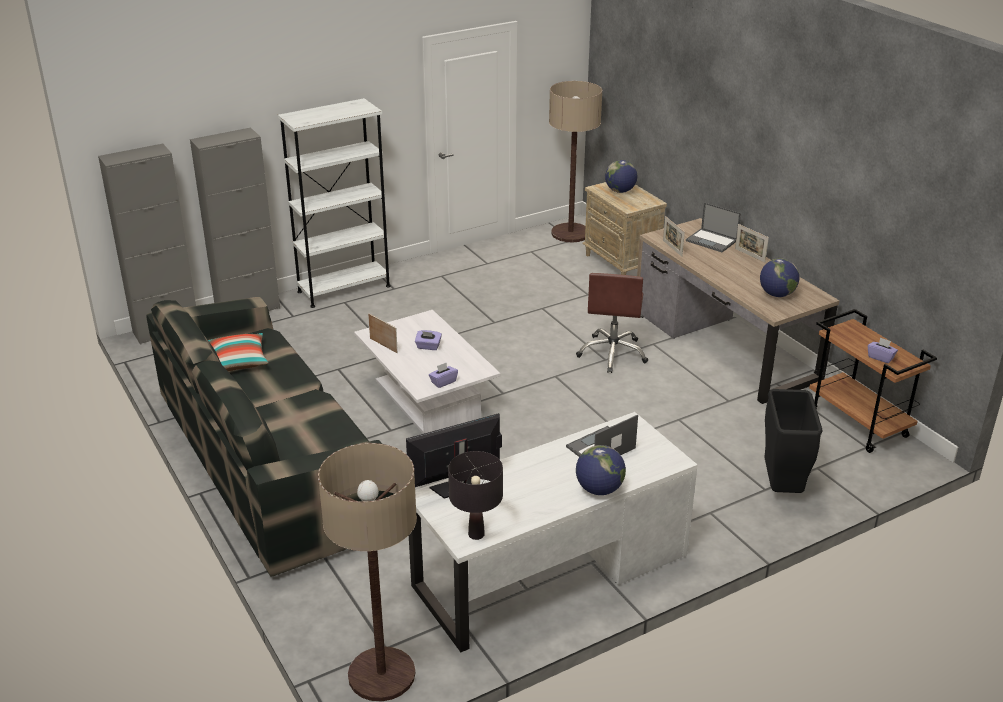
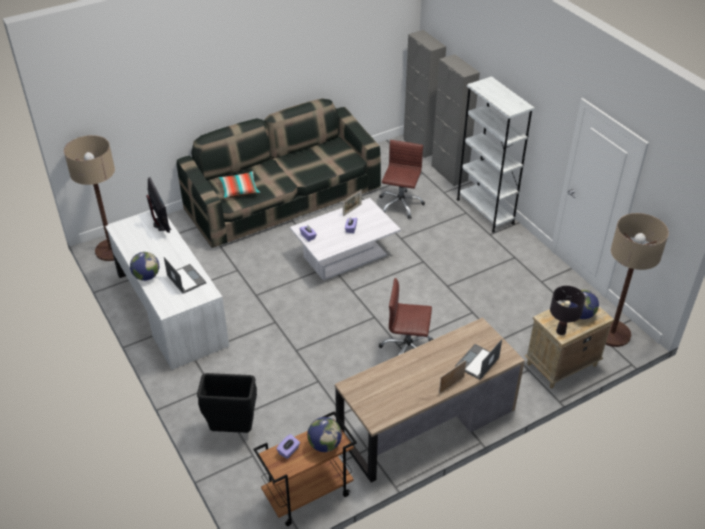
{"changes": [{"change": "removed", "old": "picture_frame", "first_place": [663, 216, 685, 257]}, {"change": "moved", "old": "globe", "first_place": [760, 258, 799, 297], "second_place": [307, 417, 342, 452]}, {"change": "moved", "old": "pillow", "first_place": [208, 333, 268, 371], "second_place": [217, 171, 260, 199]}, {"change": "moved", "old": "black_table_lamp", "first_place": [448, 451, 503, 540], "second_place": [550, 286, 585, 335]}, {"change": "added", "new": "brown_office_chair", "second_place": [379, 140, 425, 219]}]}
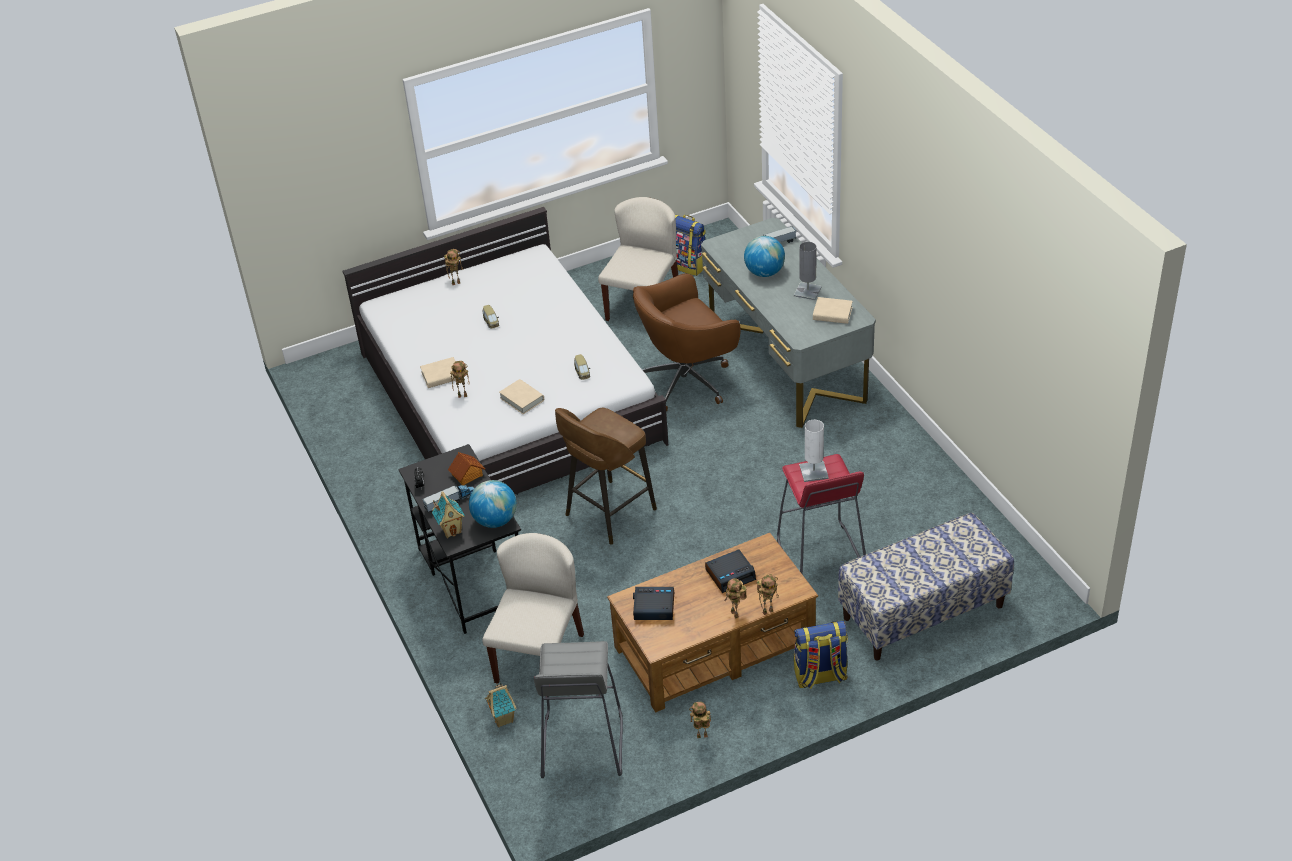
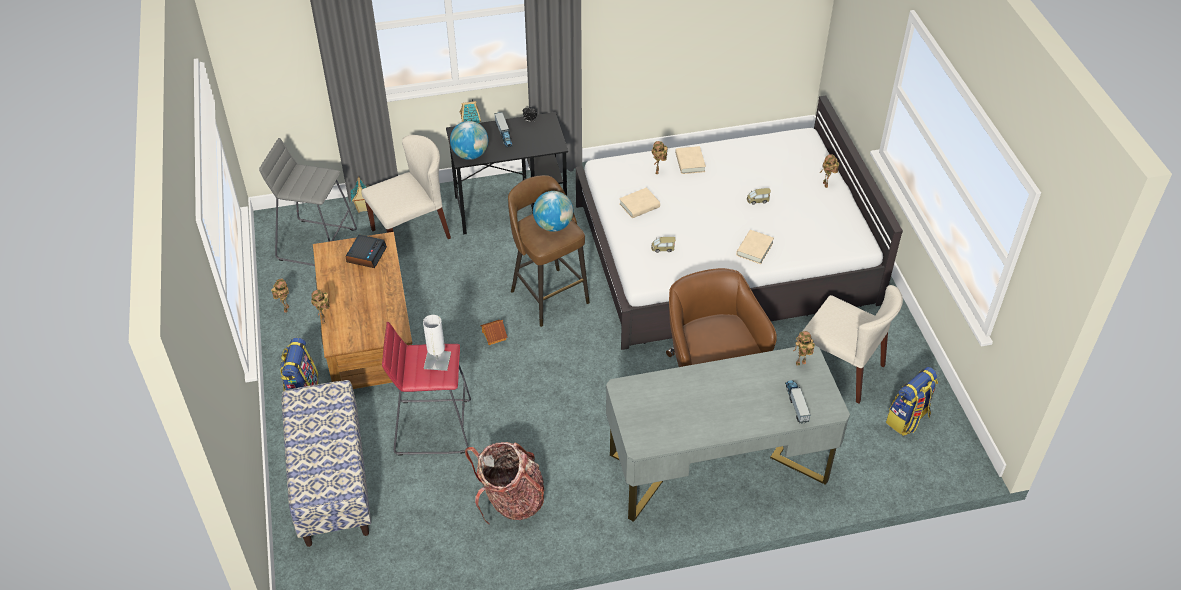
{"changes": [{"change": "moved", "old": "globe", "first_place": [744, 236, 785, 277], "second_place": [533, 191, 573, 232]}, {"change": "removed", "old": "grey_table_lamp", "first_place": [794, 242, 822, 300]}, {"change": "moved", "old": "beige_book", "first_place": [813, 297, 853, 324], "second_place": [736, 230, 774, 264]}, {"change": "moved", "old": "toy_house", "first_place": [448, 452, 485, 485], "second_place": [480, 320, 508, 345]}, {"change": "turned", "old": "beige_chair", "first_place": [482, 533, 584, 683], "second_place": [361, 135, 451, 239], "degrees": -60}, {"change": "removed", "old": "alarm_clock", "first_place": [705, 550, 756, 593]}, {"change": "moved", "old": "toy_robot", "first_place": [724, 578, 747, 618], "second_place": [793, 331, 815, 366]}, {"change": "added", "new": "backpack", "second_place": [465, 442, 545, 524]}]}
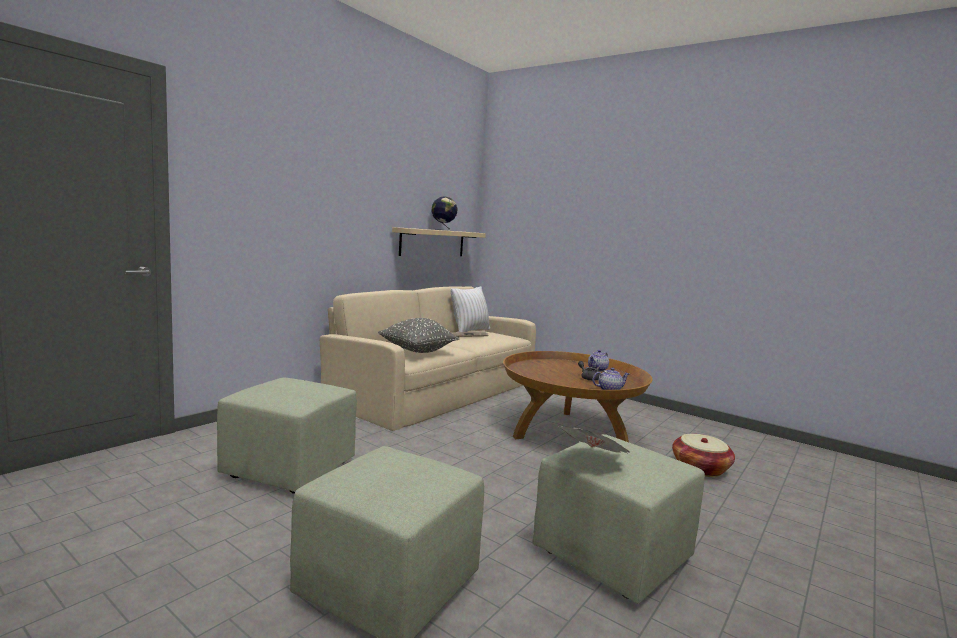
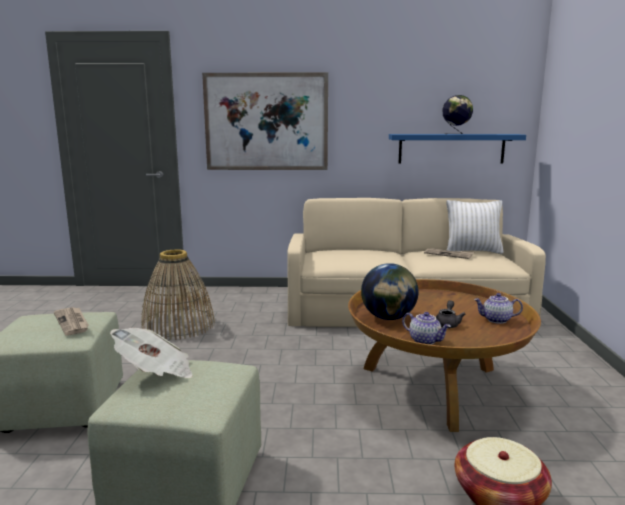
{"changes": [{"change": "recoloured", "old": "beige_shelf", "new": "blue_shelf", "first_place": [392, 227, 486, 256], "second_place": [389, 134, 526, 164]}, {"change": "removed", "old": "grey_pillow", "first_place": [378, 318, 459, 353]}, {"change": "replaced", "old": "green_ottoman", "new": "basket", "first_place": [217, 377, 357, 494], "second_place": [141, 250, 215, 340]}, {"change": "added", "new": "picture", "second_place": [202, 72, 328, 170]}, {"change": "added", "new": "globe", "second_place": [361, 263, 418, 320]}, {"change": "added", "new": "newspaper", "second_place": [54, 307, 89, 336]}]}
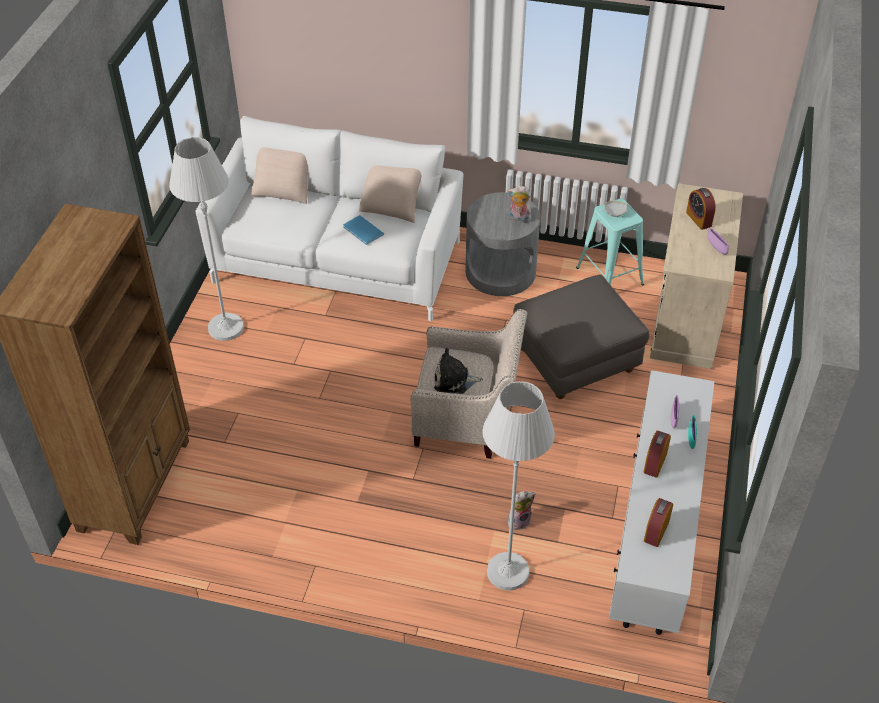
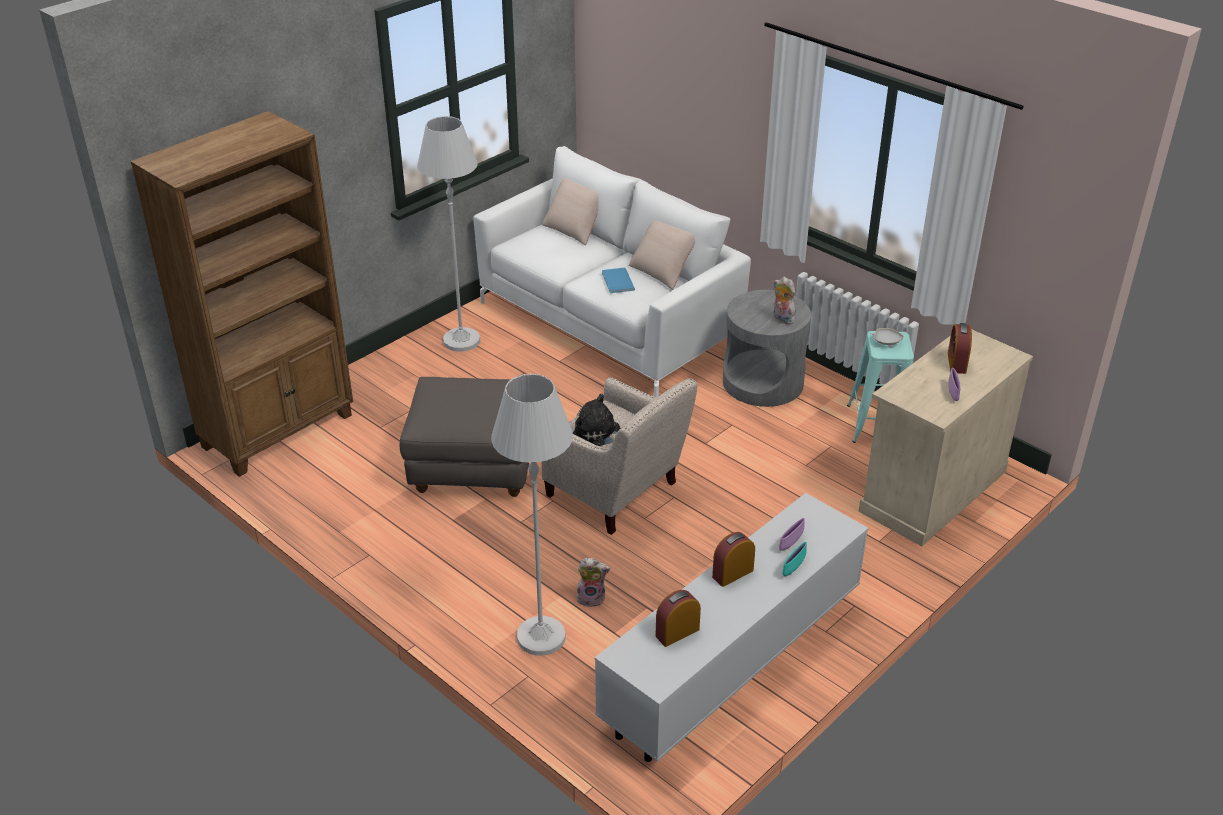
{"changes": [{"change": "moved", "old": "grey_ottoman", "first_place": [513, 274, 649, 399], "second_place": [399, 377, 529, 497]}]}
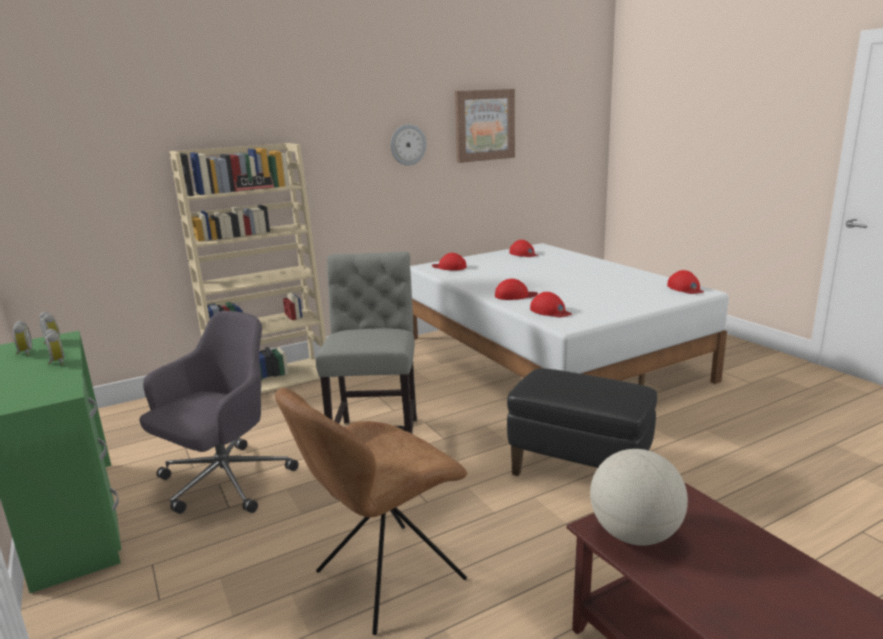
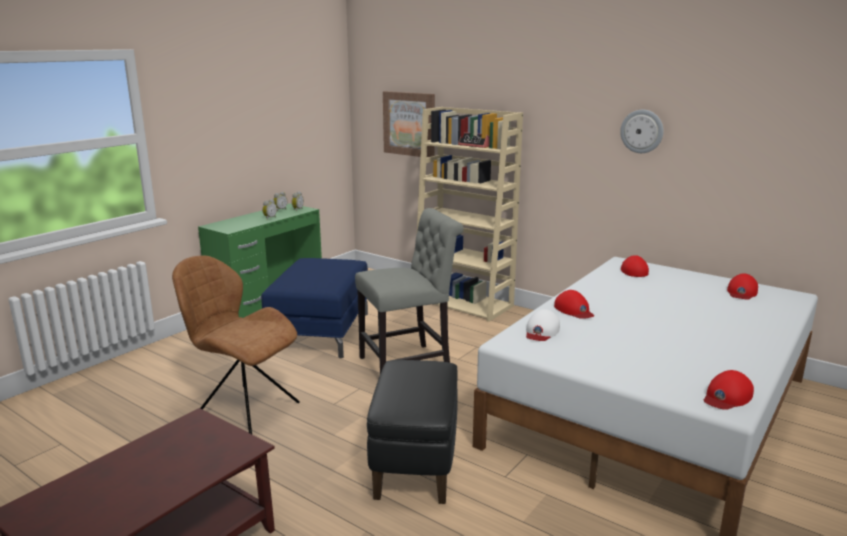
{"changes": [{"change": "moved", "old": "picture", "first_place": [455, 89, 515, 163], "second_place": [383, 91, 435, 157]}, {"change": "recoloured", "old": "red_cap", "new": "white_cap", "first_place": [530, 292, 572, 317], "second_place": [526, 309, 560, 341]}, {"change": "replaced", "old": "grey_office_chair", "new": "blue_ottoman", "first_place": [140, 311, 299, 514], "second_place": [261, 258, 368, 358]}, {"change": "removed", "old": "globe", "first_place": [590, 449, 688, 546]}]}
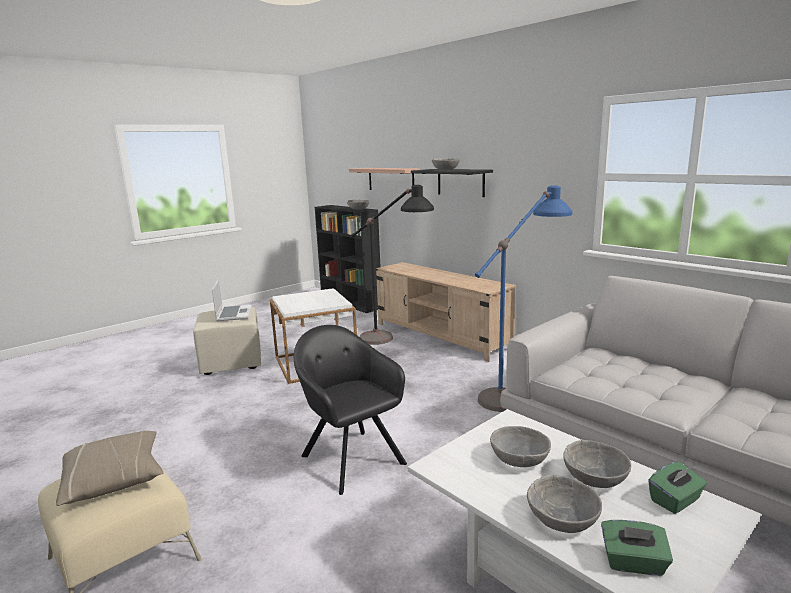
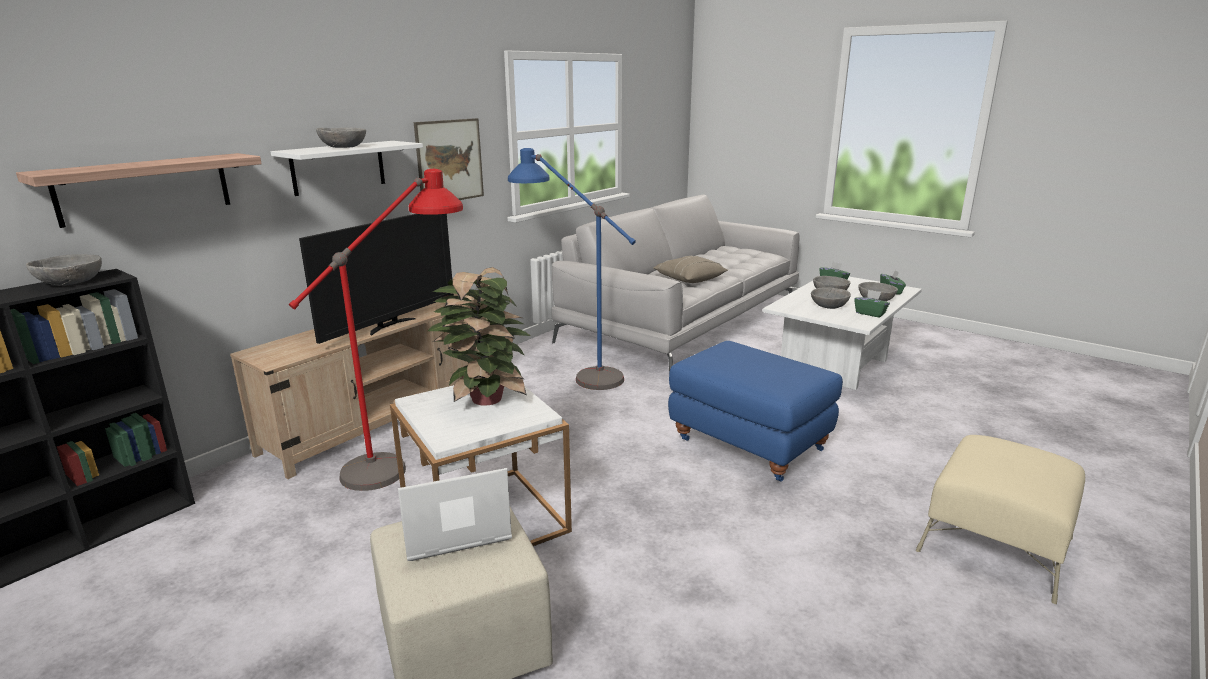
{"changes": [{"change": "recoloured", "old": "black_shelf", "new": "white_shelf", "first_place": [411, 169, 493, 197], "second_place": [271, 141, 423, 196]}, {"change": "recoloured", "old": "black_floor_lamp", "new": "red_floor_lamp", "first_place": [352, 185, 434, 345], "second_place": [289, 169, 463, 491]}, {"change": "replaced", "old": "black_armchair", "new": "blue_ottoman", "first_place": [294, 325, 407, 495], "second_place": [668, 341, 843, 482]}, {"change": "moved", "old": "beige_pillow", "first_place": [56, 430, 164, 506], "second_place": [653, 256, 728, 283]}, {"change": "added", "new": "picture", "second_place": [414, 118, 484, 200]}, {"change": "added", "new": "television", "second_place": [299, 214, 454, 344]}, {"change": "added", "new": "potted_plant", "second_place": [428, 267, 531, 406]}, {"change": "added", "new": "green_tissue_box", "second_place": [854, 289, 890, 317]}]}
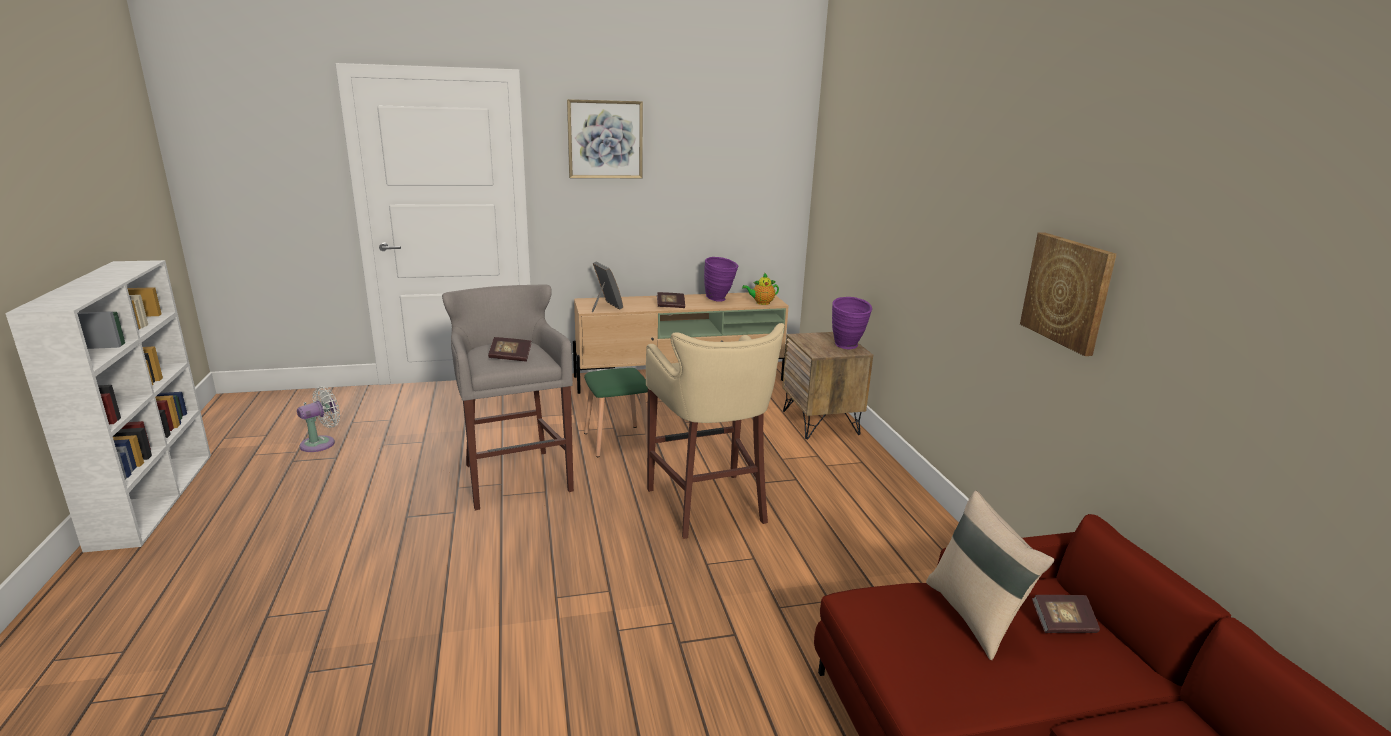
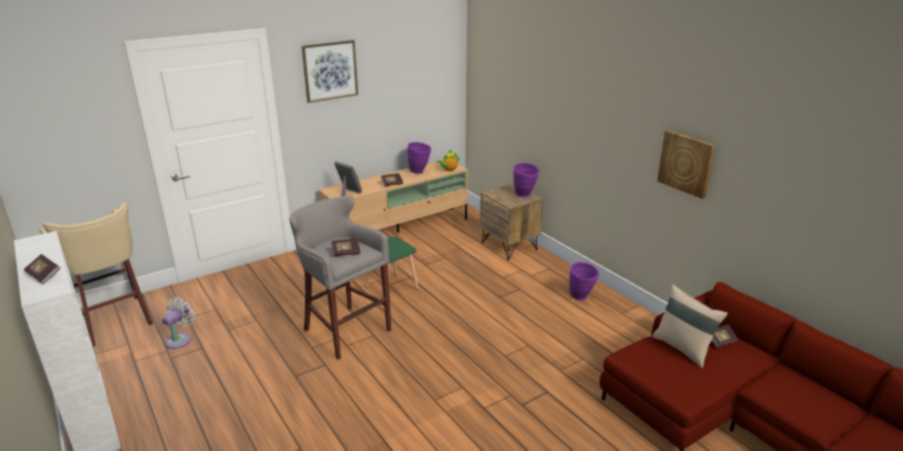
{"changes": [{"change": "moved", "old": "beige_stool", "first_place": [646, 323, 784, 539], "second_place": [40, 202, 153, 347]}, {"change": "added", "new": "book", "second_place": [24, 254, 60, 284]}, {"change": "added", "new": "purple_vase", "second_place": [569, 262, 599, 301]}]}
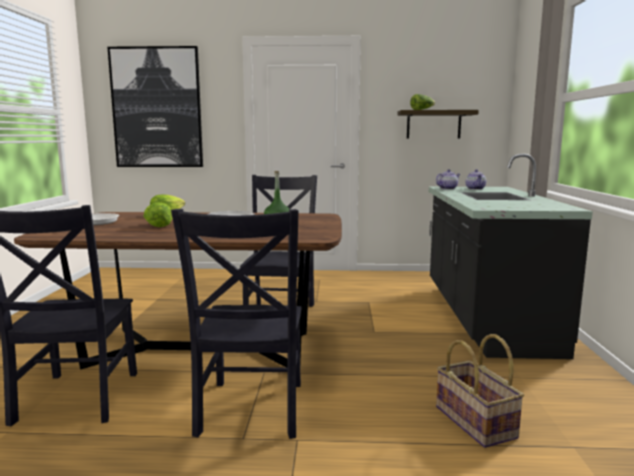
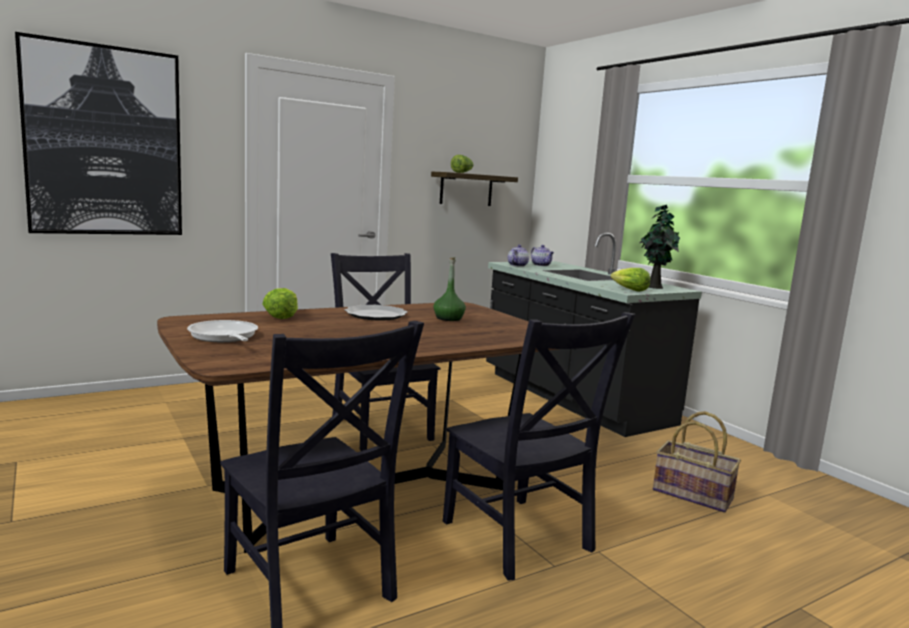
{"changes": [{"change": "moved", "old": "lettuce", "first_place": [143, 202, 172, 227], "second_place": [610, 268, 650, 292]}, {"change": "added", "new": "potted_plant", "second_place": [639, 205, 680, 289]}]}
